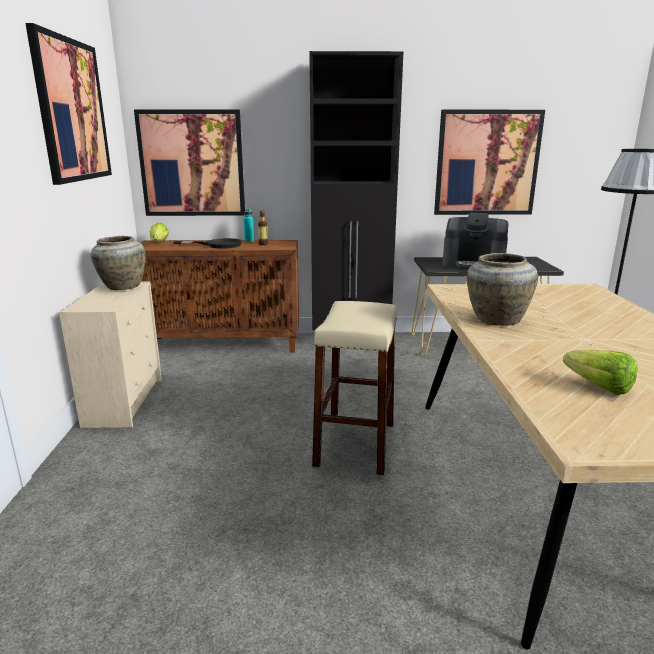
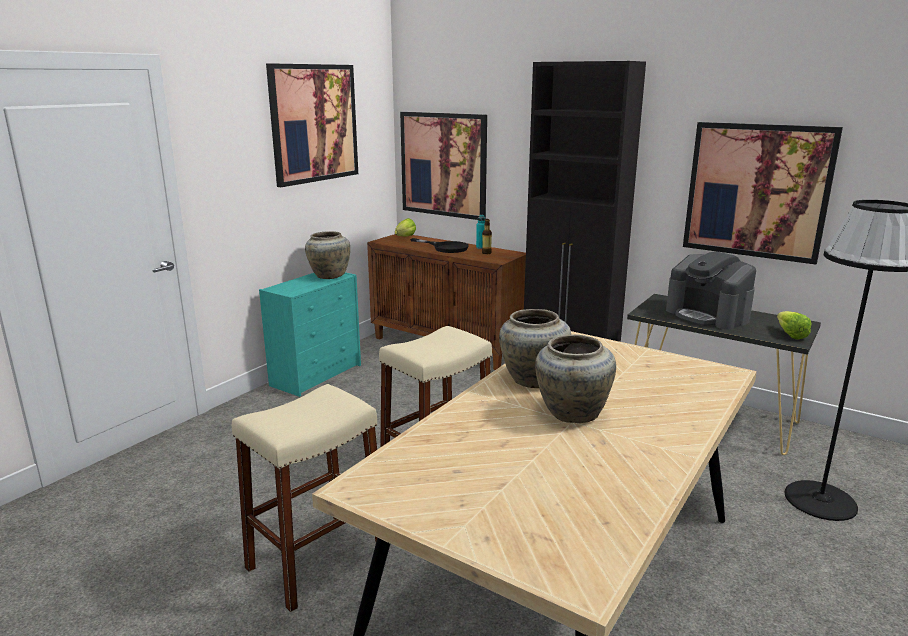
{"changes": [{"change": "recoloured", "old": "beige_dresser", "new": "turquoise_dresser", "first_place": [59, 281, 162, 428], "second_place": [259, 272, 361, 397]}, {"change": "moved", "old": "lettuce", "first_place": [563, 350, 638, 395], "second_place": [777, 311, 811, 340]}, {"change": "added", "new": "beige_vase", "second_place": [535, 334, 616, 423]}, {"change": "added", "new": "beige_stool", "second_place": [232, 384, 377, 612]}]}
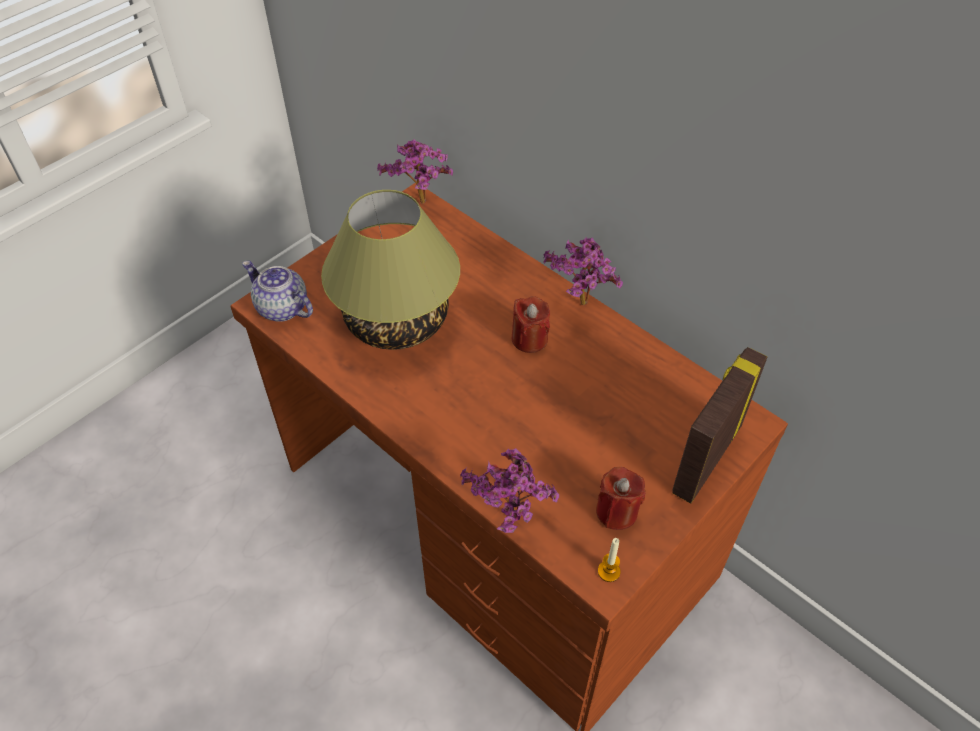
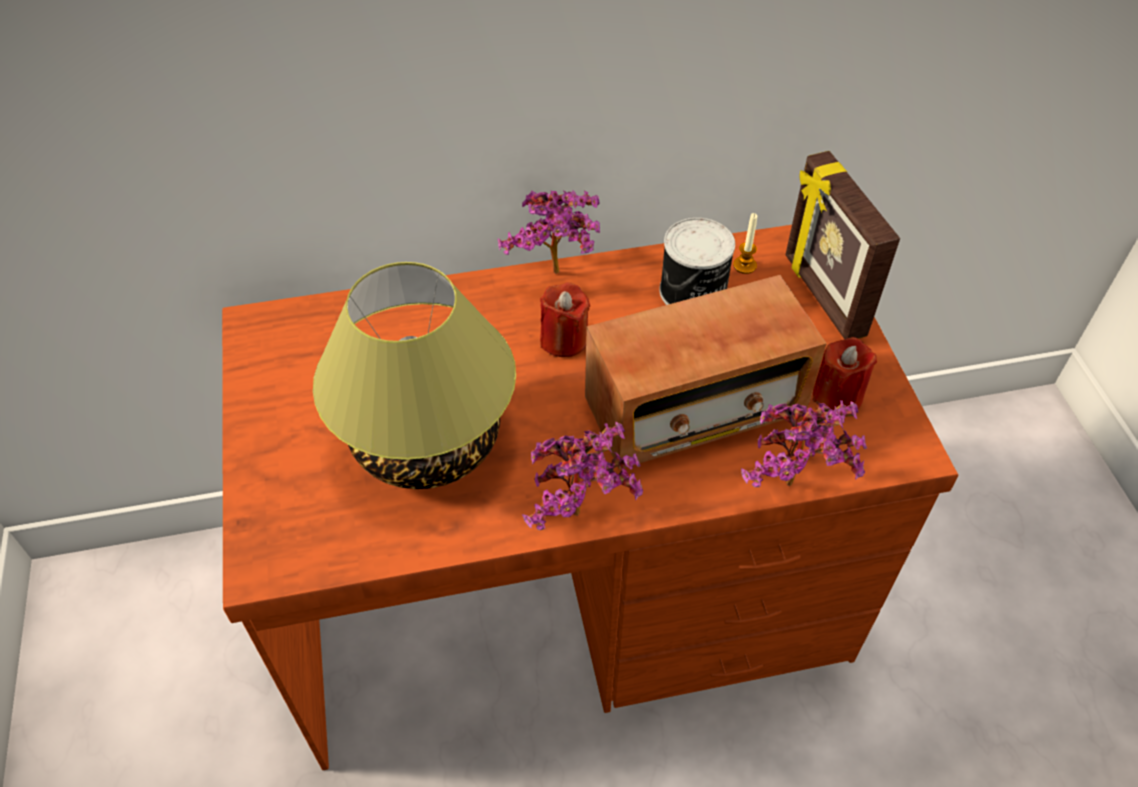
{"changes": [{"change": "moved", "old": "potted_plant", "first_place": [377, 139, 453, 204], "second_place": [522, 421, 643, 530]}, {"change": "removed", "old": "teapot", "first_place": [242, 261, 313, 322]}, {"change": "moved", "old": "candle", "first_place": [598, 538, 621, 582], "second_place": [733, 213, 757, 274]}, {"change": "added", "new": "can", "second_place": [660, 218, 735, 305]}, {"change": "added", "new": "radio", "second_place": [585, 275, 827, 469]}]}
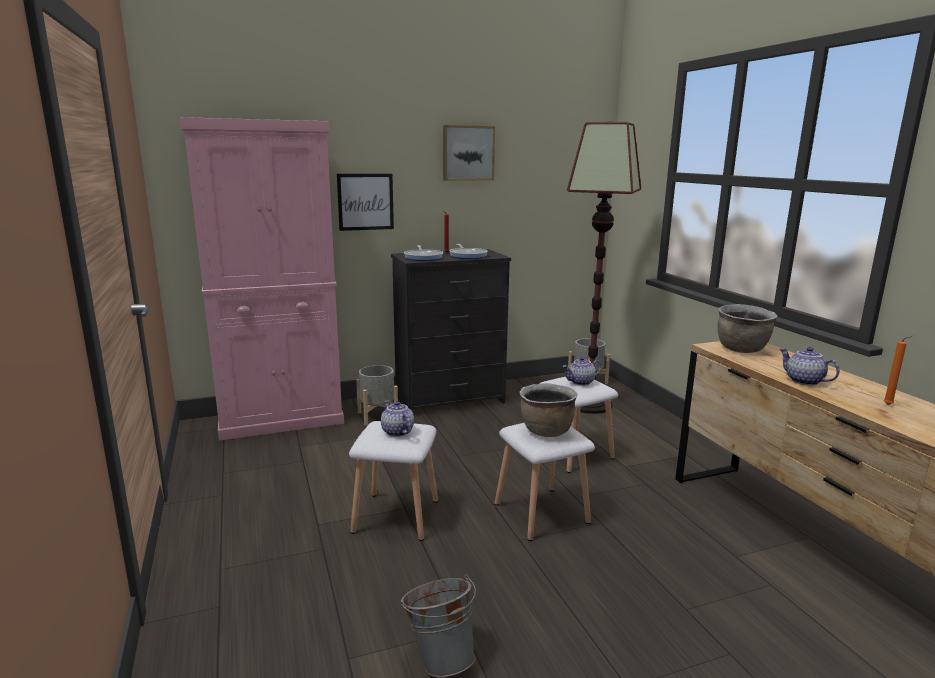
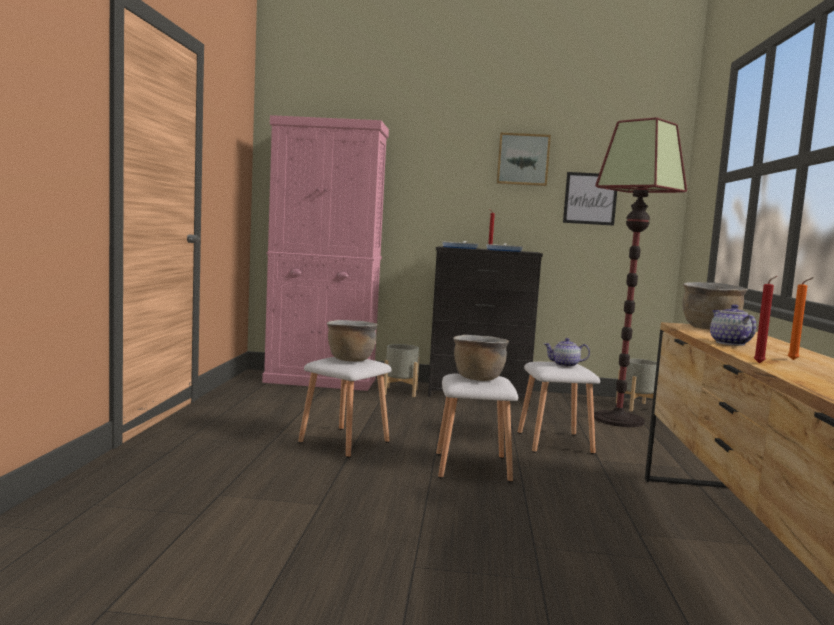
{"changes": [{"change": "moved", "old": "picture", "first_place": [337, 174, 394, 231], "second_place": [563, 172, 617, 226]}, {"change": "replaced", "old": "teapot", "new": "brown_cooking_pot", "first_place": [381, 400, 414, 437], "second_place": [327, 320, 378, 362]}, {"change": "removed", "old": "grey_bucket", "first_place": [401, 574, 476, 677]}, {"change": "added", "new": "red_candle", "second_place": [754, 276, 777, 363]}]}
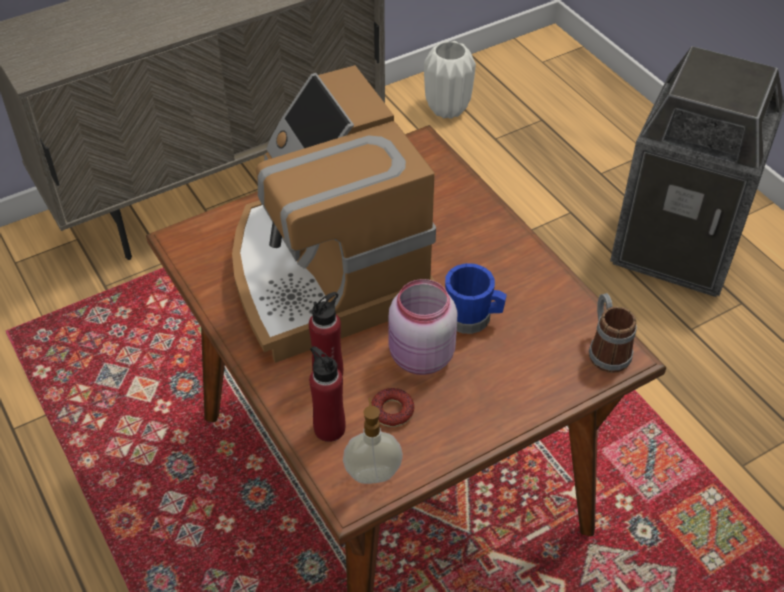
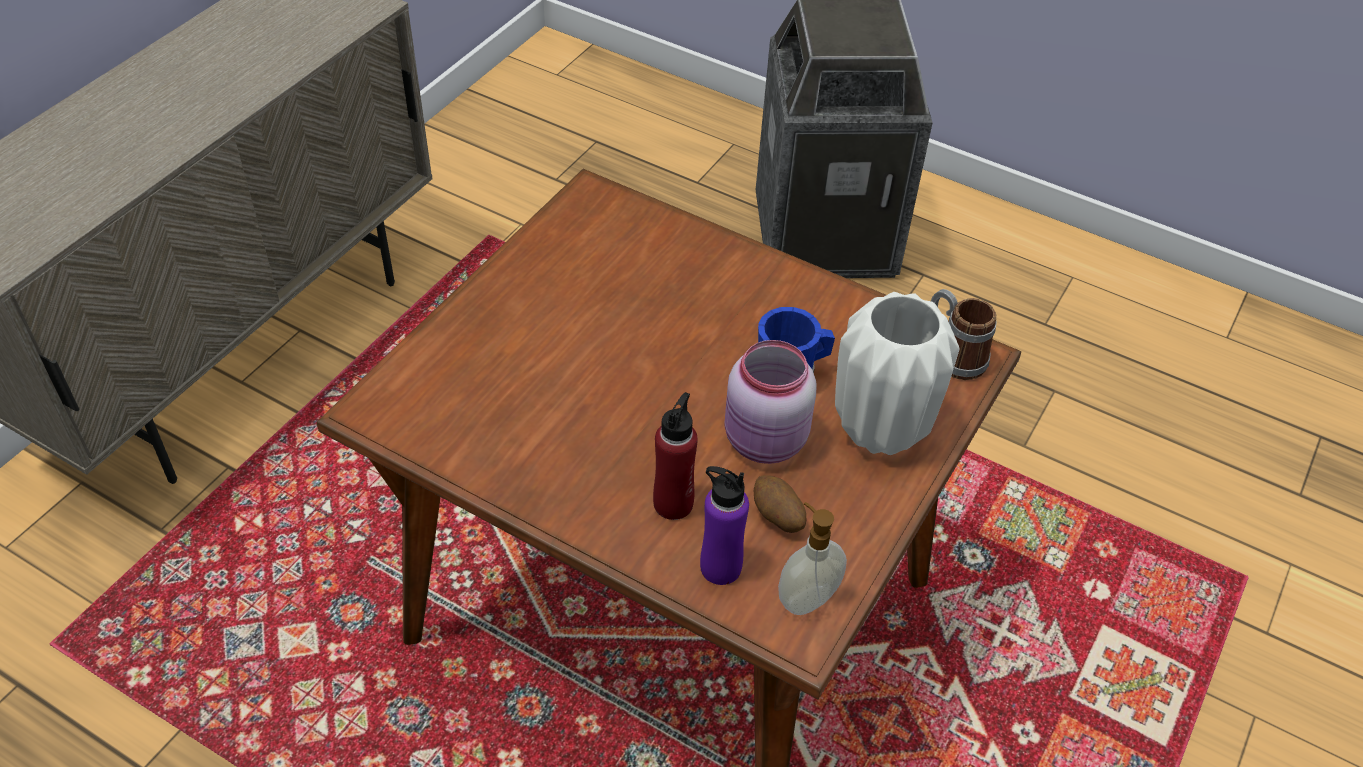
{"changes": [{"change": "moved", "old": "white_vase", "first_place": [424, 41, 476, 119], "second_place": [835, 292, 960, 455]}, {"change": "removed", "old": "coffee_machine", "first_place": [232, 65, 436, 363]}, {"change": "recoloured", "old": "red_bottle", "new": "purple_bottle", "first_place": [309, 346, 346, 442], "second_place": [700, 466, 749, 585]}, {"change": "replaced", "old": "donut", "new": "potato", "first_place": [371, 388, 414, 427], "second_place": [754, 475, 806, 533]}]}
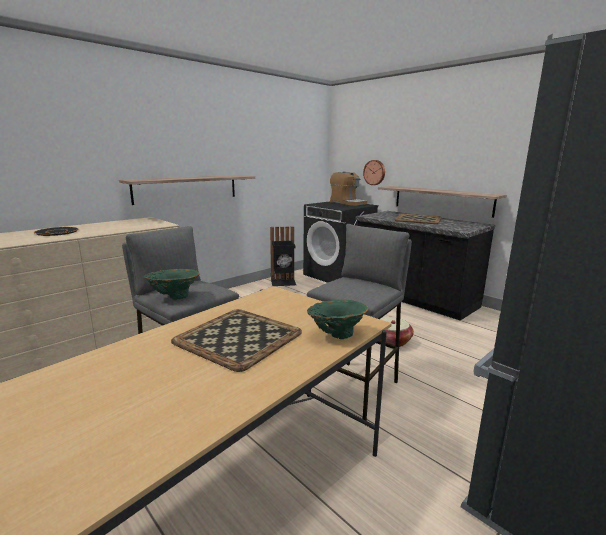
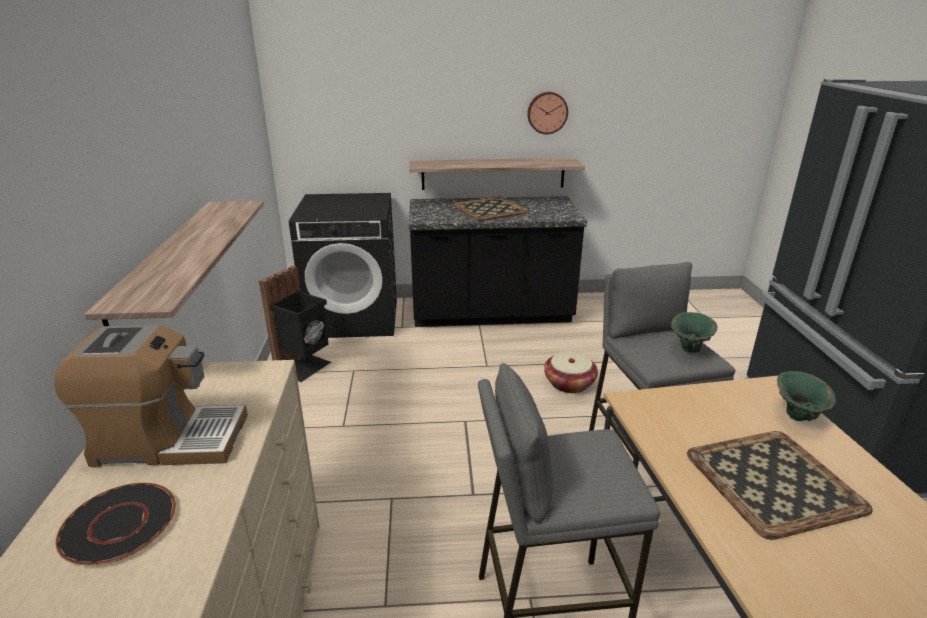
{"changes": [{"change": "moved", "old": "wall_clock", "first_place": [363, 160, 385, 185], "second_place": [527, 92, 568, 134]}, {"change": "moved", "old": "coffee_machine", "first_place": [330, 172, 367, 206], "second_place": [54, 325, 248, 467]}, {"change": "moved", "old": "green_vase", "first_place": [144, 269, 199, 300], "second_place": [671, 312, 717, 353]}]}
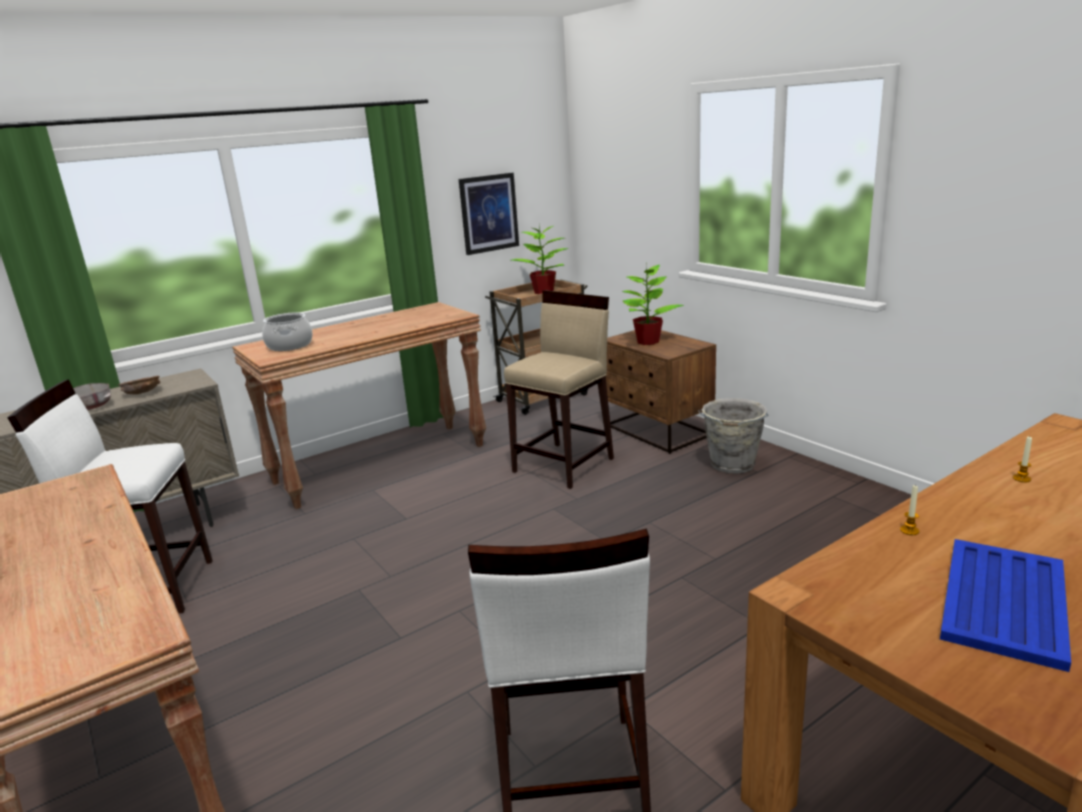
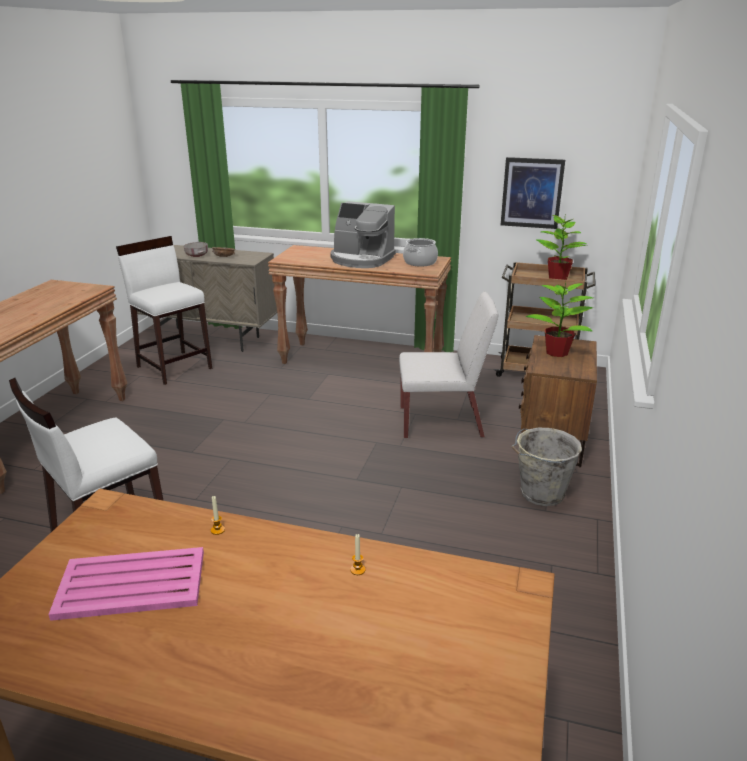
{"changes": [{"change": "replaced", "old": "beige_stool", "new": "white_chair", "first_place": [504, 290, 614, 489], "second_place": [399, 292, 499, 439]}, {"change": "moved", "old": "cooking_pot", "first_place": [262, 313, 313, 351], "second_place": [403, 238, 438, 267]}, {"change": "recoloured", "old": "blue_tray", "new": "pink_tray", "first_place": [940, 539, 1071, 672], "second_place": [48, 547, 204, 621]}, {"change": "added", "new": "coffee_machine", "second_place": [331, 201, 396, 268]}]}
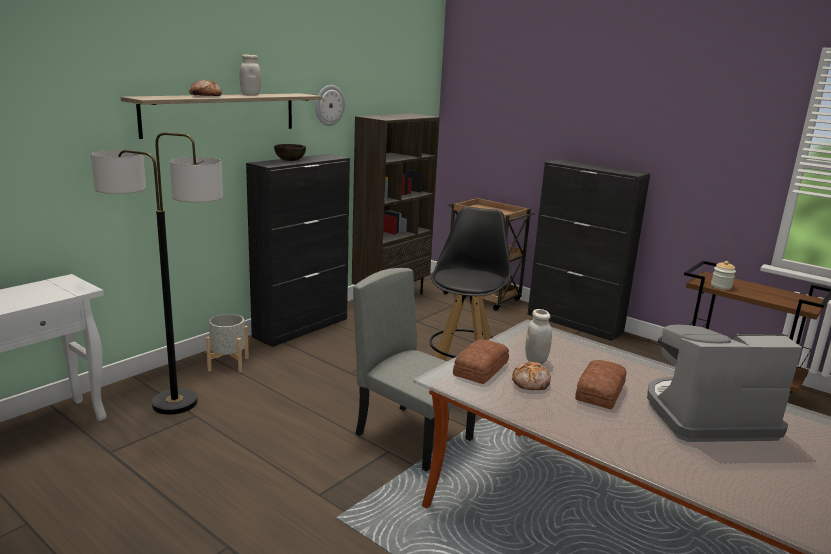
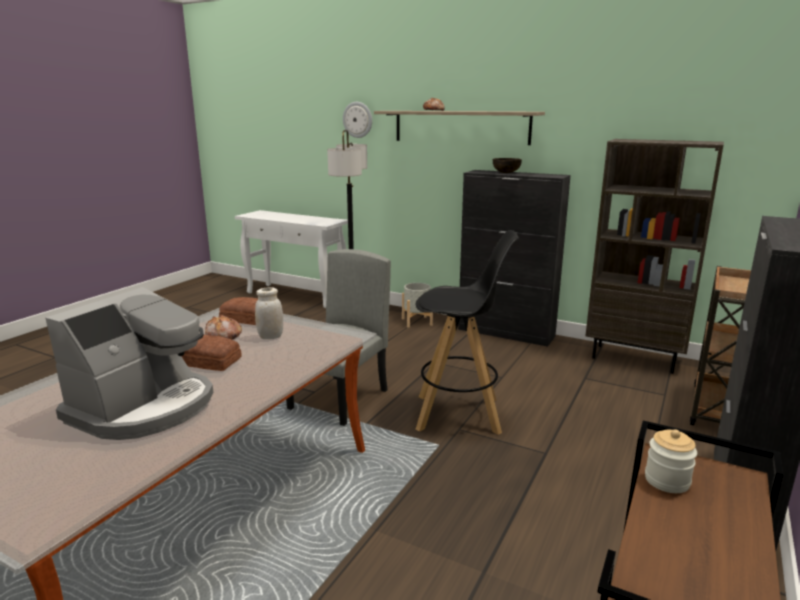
{"changes": [{"change": "removed", "old": "white_jar", "first_place": [240, 54, 261, 96]}, {"change": "moved", "old": "wall_clock", "first_place": [315, 85, 345, 126], "second_place": [343, 102, 372, 138]}, {"change": "turned", "old": "coffee_machine", "first_place": [647, 325, 802, 442], "second_place": [45, 287, 213, 440], "degrees": 45}]}
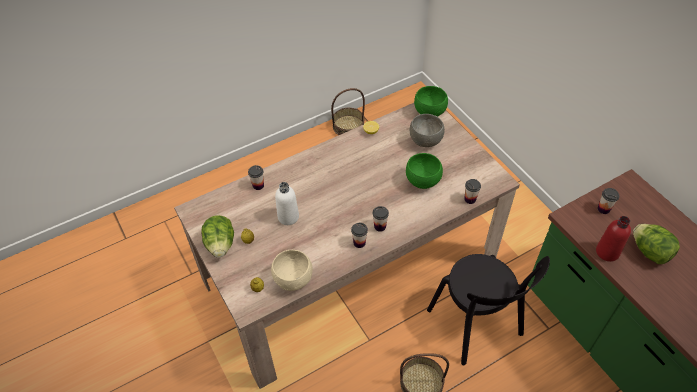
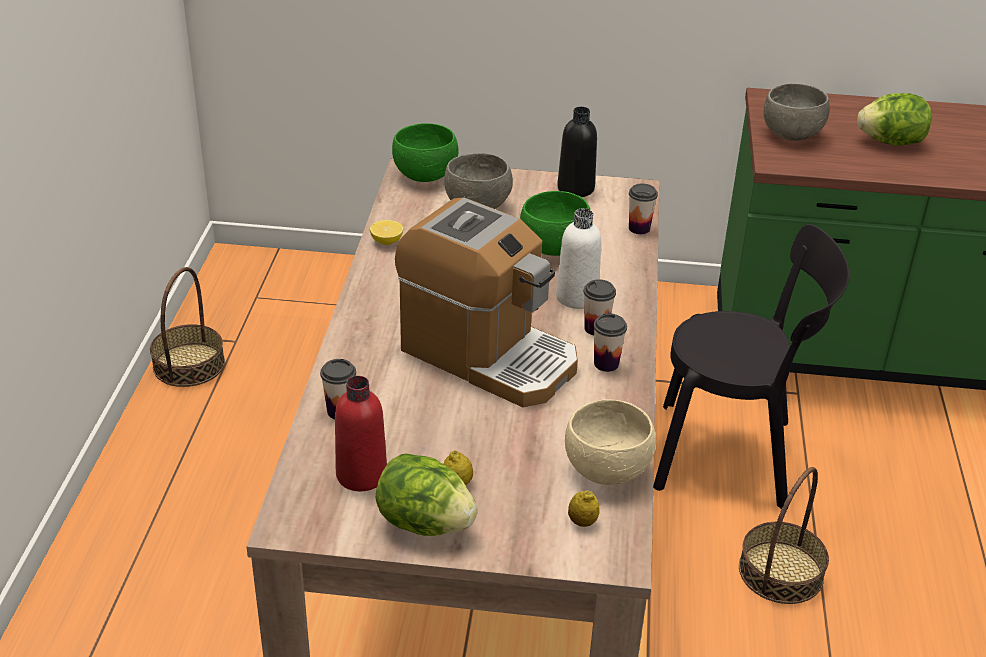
{"changes": [{"change": "moved", "old": "white_bottle", "first_place": [275, 182, 299, 225], "second_place": [556, 208, 601, 309]}, {"change": "replaced", "old": "cup", "new": "grey_bowl", "first_place": [598, 188, 619, 214], "second_place": [763, 83, 830, 141]}, {"change": "moved", "old": "red_bottle", "first_place": [596, 216, 631, 262], "second_place": [335, 376, 387, 491]}, {"change": "added", "new": "black_bottle", "second_place": [557, 107, 597, 197]}, {"change": "added", "new": "coffee_machine", "second_place": [395, 198, 578, 407]}]}
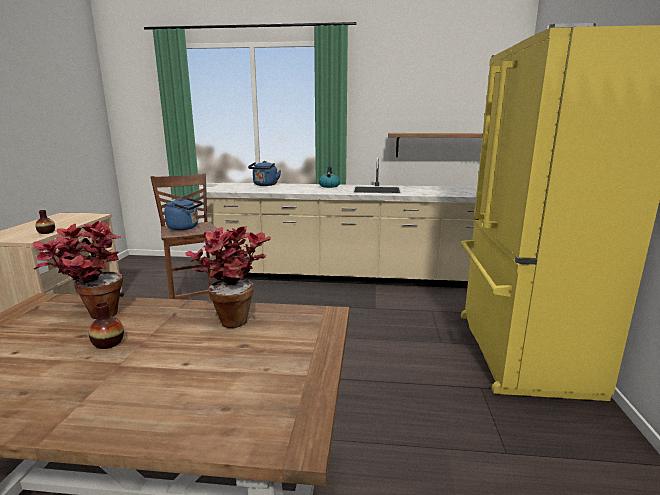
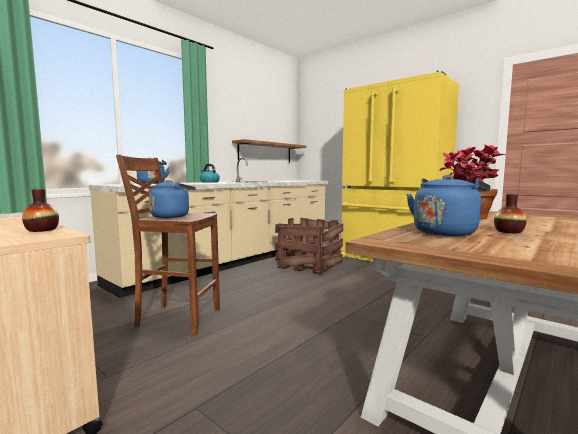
{"changes": [{"change": "replaced", "old": "potted_plant", "new": "blue_kettle", "first_place": [33, 221, 123, 319], "second_place": [406, 175, 490, 236]}, {"change": "added", "new": "crate", "second_place": [275, 218, 343, 275]}]}
